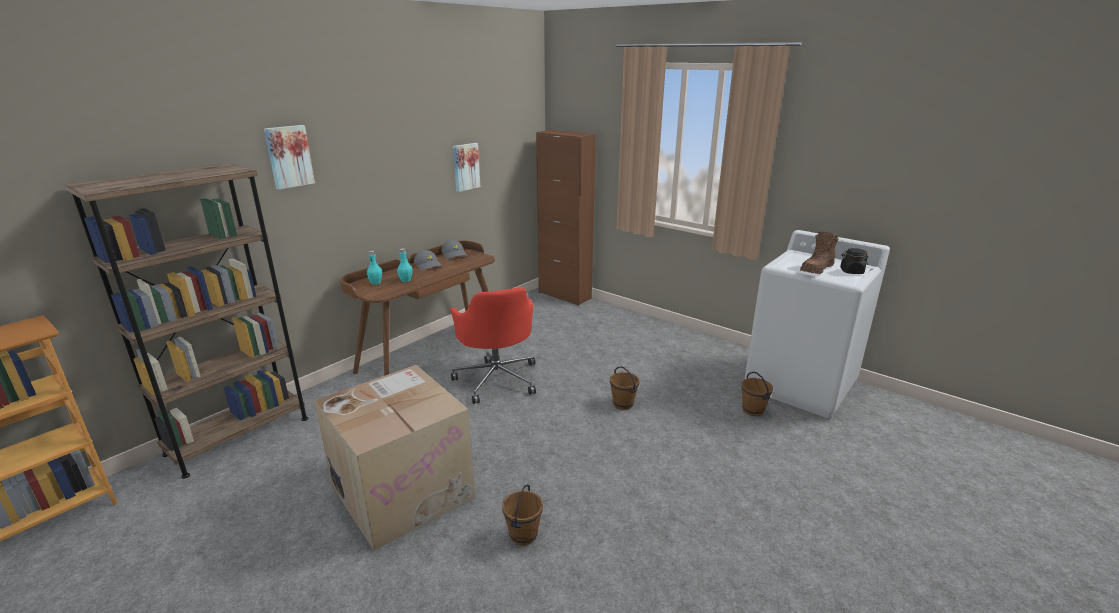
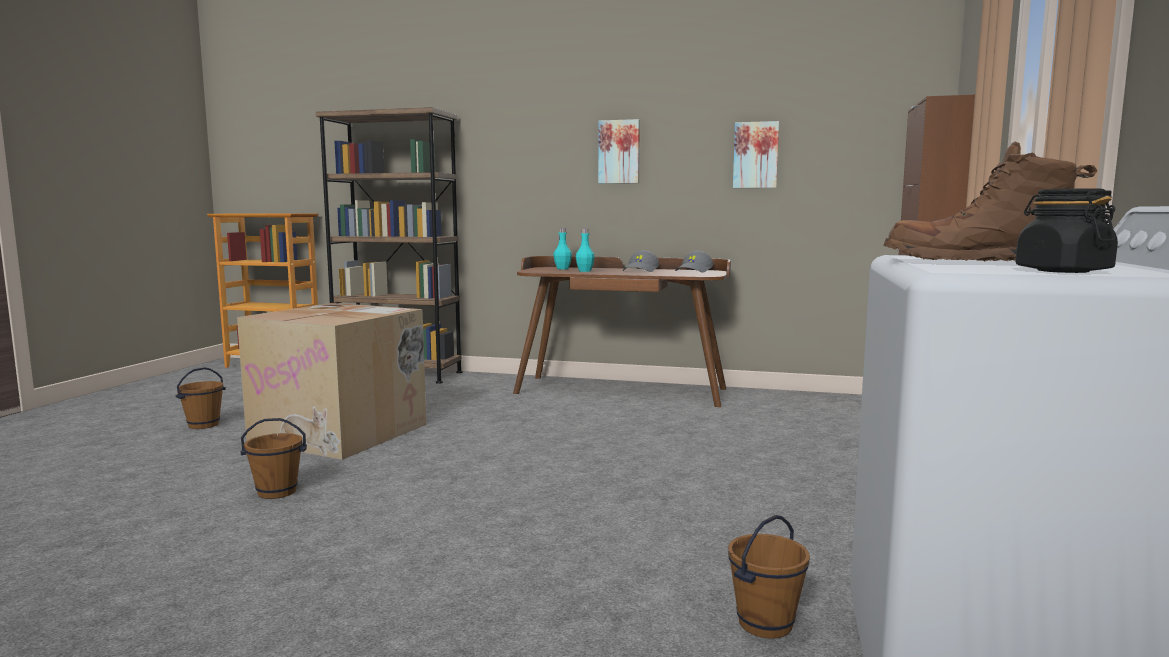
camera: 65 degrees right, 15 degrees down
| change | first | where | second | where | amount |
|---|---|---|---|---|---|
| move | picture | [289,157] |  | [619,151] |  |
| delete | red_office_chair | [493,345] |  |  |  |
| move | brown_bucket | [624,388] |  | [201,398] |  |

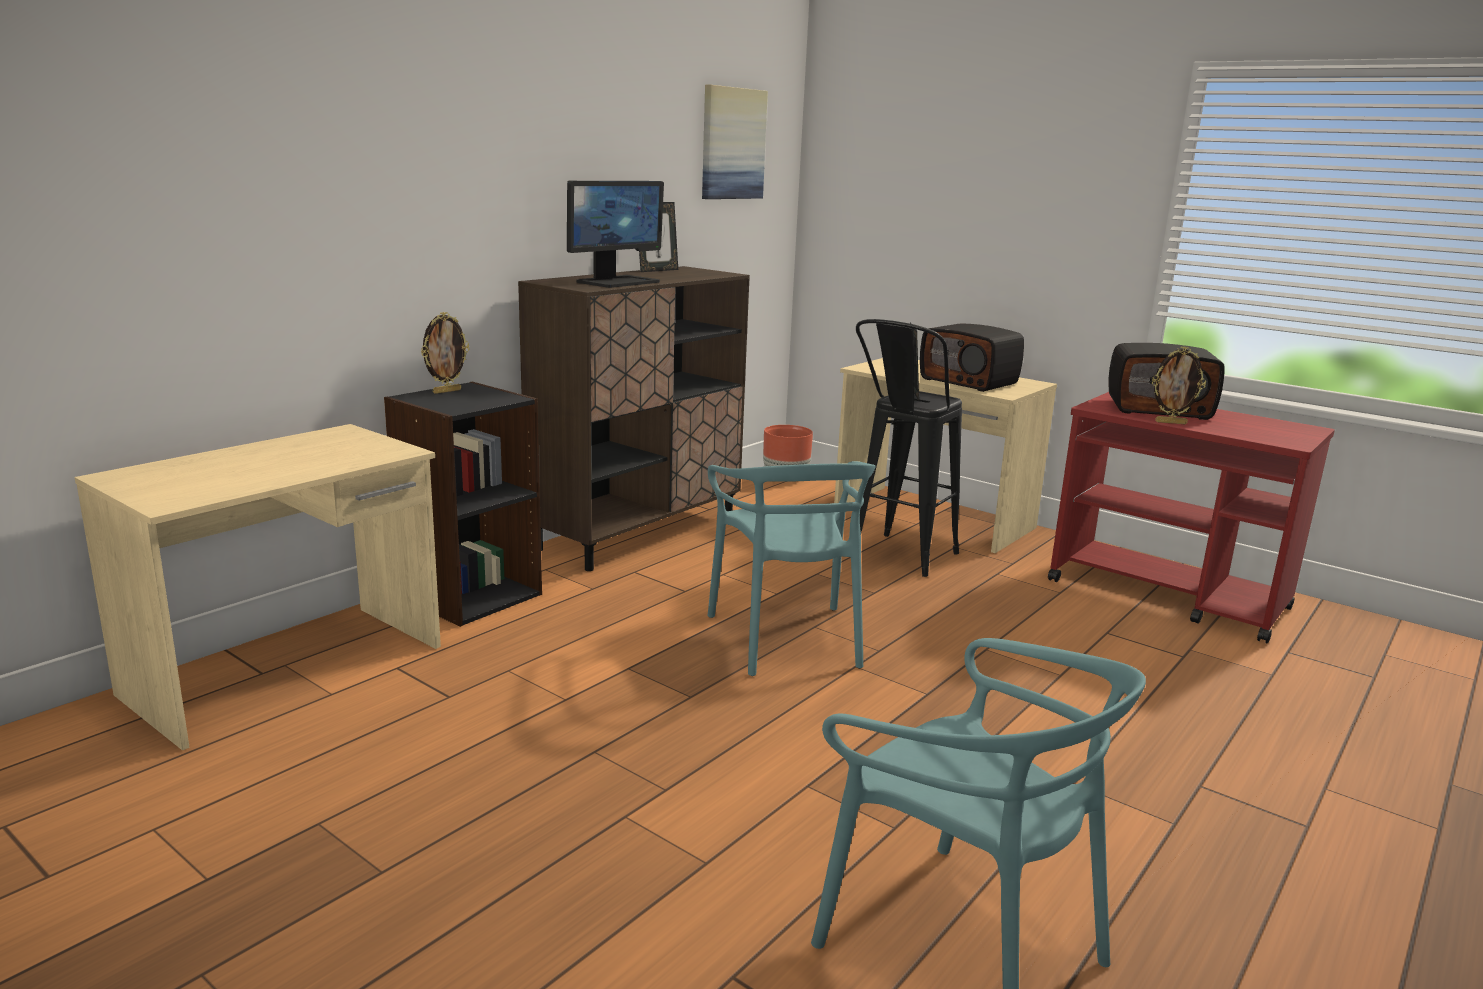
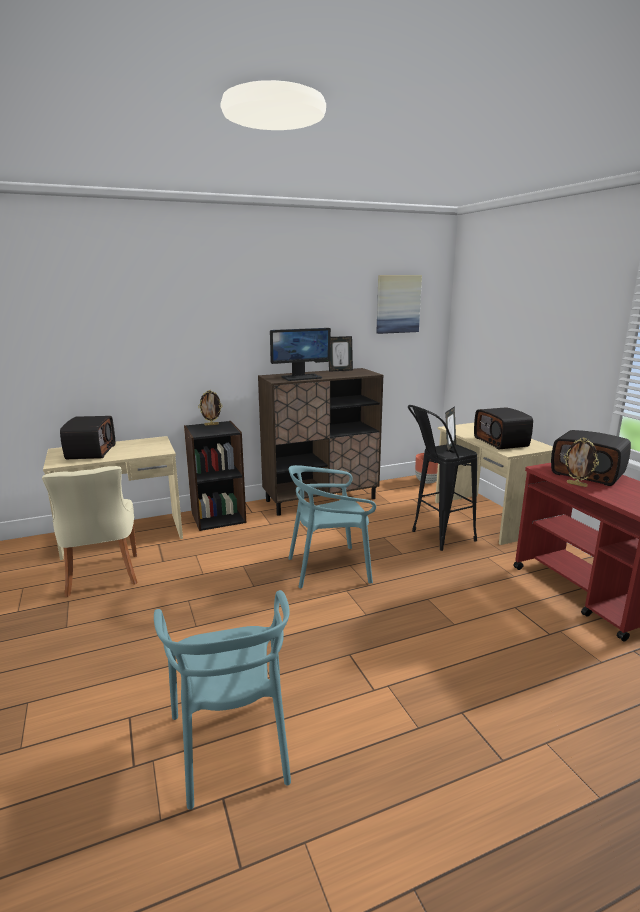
camera: 30 degrees right, 0 degrees up
| change | first | where | second | where | amount |
|---|---|---|---|---|---|
| rotate | turquoise_chair | [792,568] |  | [332,526] | 60 degrees clockwise |
| insert |  |  | radio | [87,437] |  |
| insert |  |  | beige_chair | [90,531] |  |

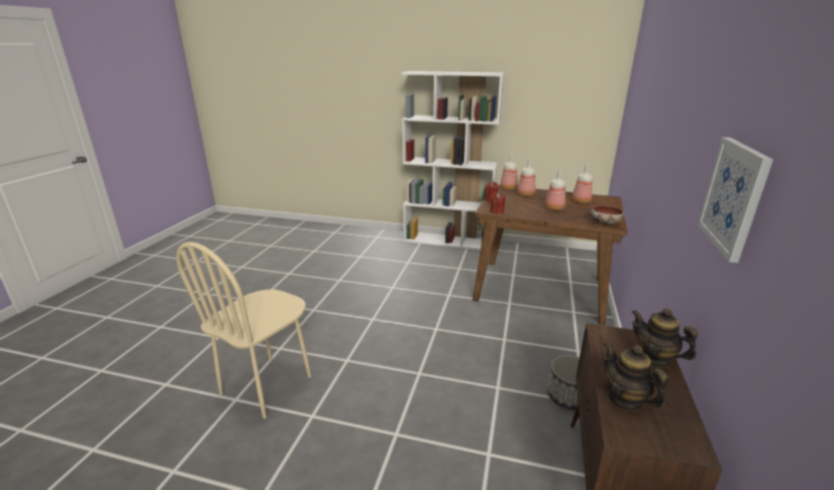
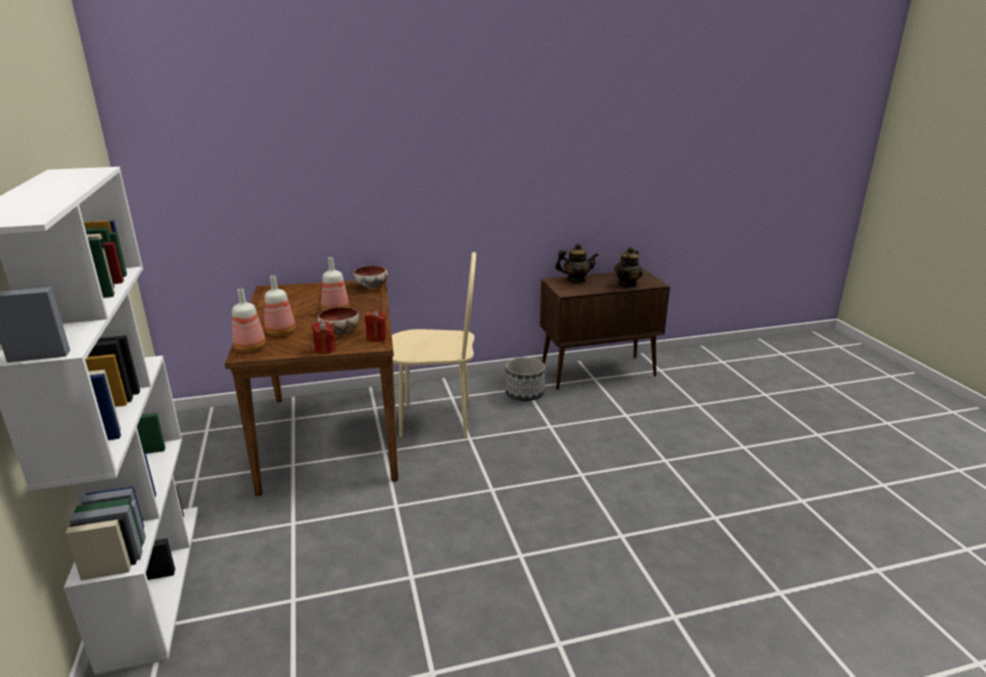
camera: 120 degrees left, 0 degrees up
| change | first | where | second | where | amount |
|---|---|---|---|---|---|
| delete | picture | [735,200] |  |  |  |
| delete | bottle | [582,184] |  |  |  |
| move | beige_chair | [243,330] |  | [434,345] |  |
| rotate | teapot | [665,338] |  | [577,262] | 105 degrees counterclockwise |
| insert |  |  | bowl | [338,321] |  |

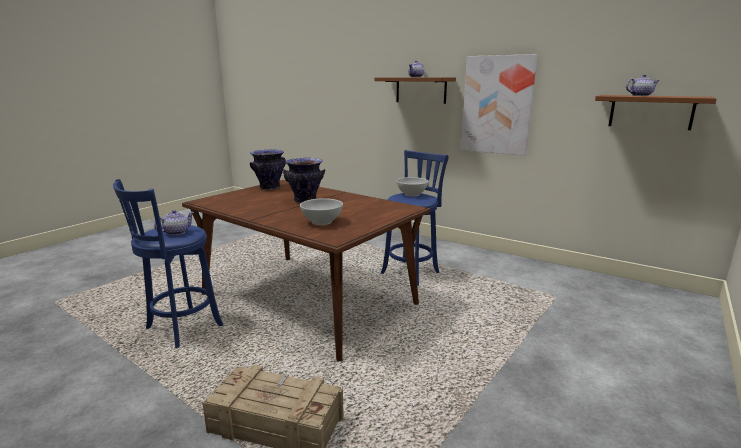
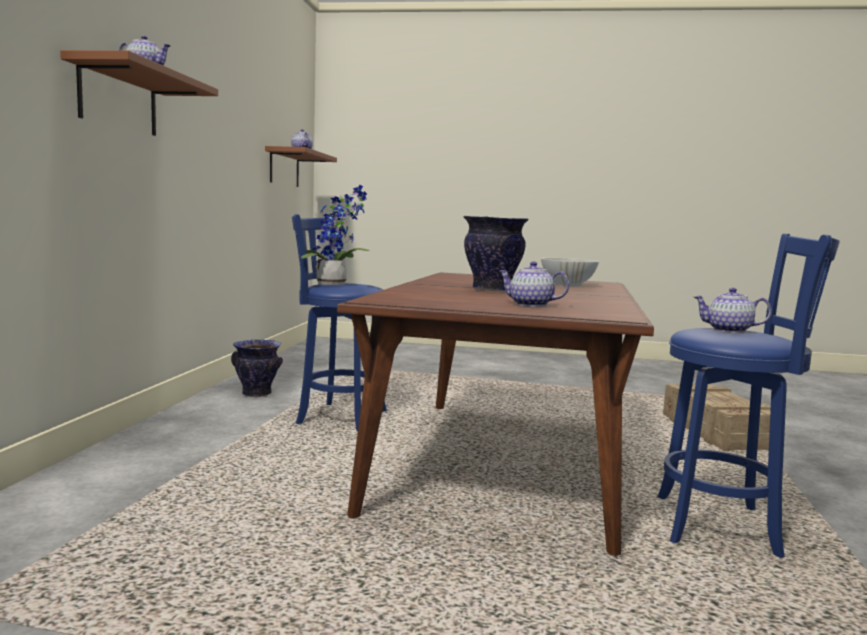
camera: 115 degrees left, 10 degrees down
| change | first | where | second | where | amount |
|---|---|---|---|---|---|
| delete | picture | [499,105] |  |  |  |
| move | vase | [268,170] |  | [257,368] |  |
| replace | white_bowl | [412,187] | potted_plant | [335,235] |  |
| insert |  |  | teapot | [534,284] |  |

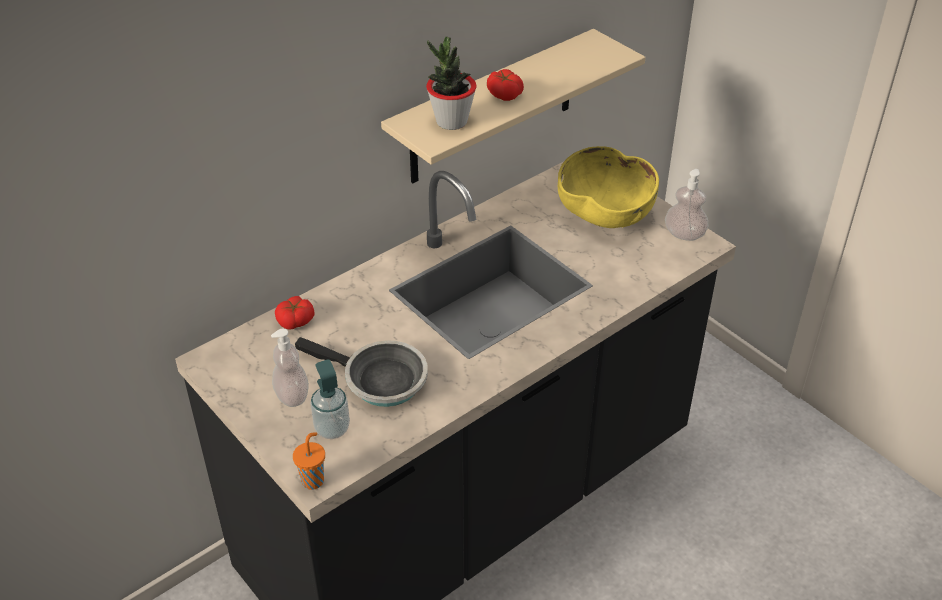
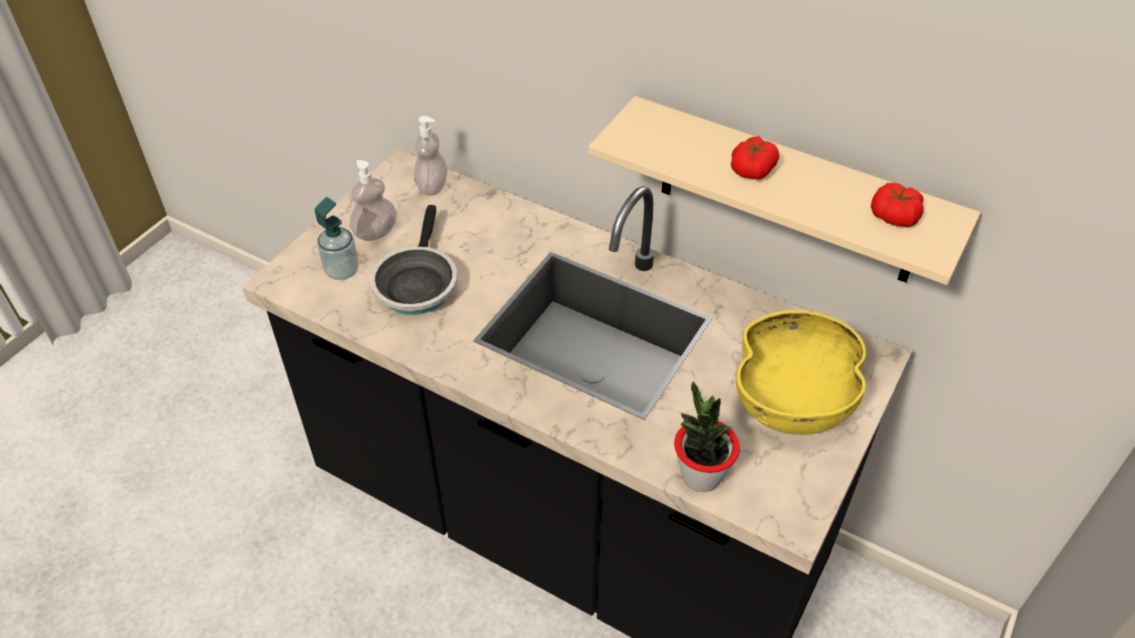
camera: 70 degrees right, 5 degrees up
| change | first | where | second | where | amount |
|---|---|---|---|---|---|
| move | potted_plant | [451,83] |  | [707,436] |  |
| move | soap_dispenser | [687,205] |  | [431,156] |  |
| move | tomato | [294,312] |  | [897,205] |  |
| delete | orange_cup | [309,461] |  |  |  |

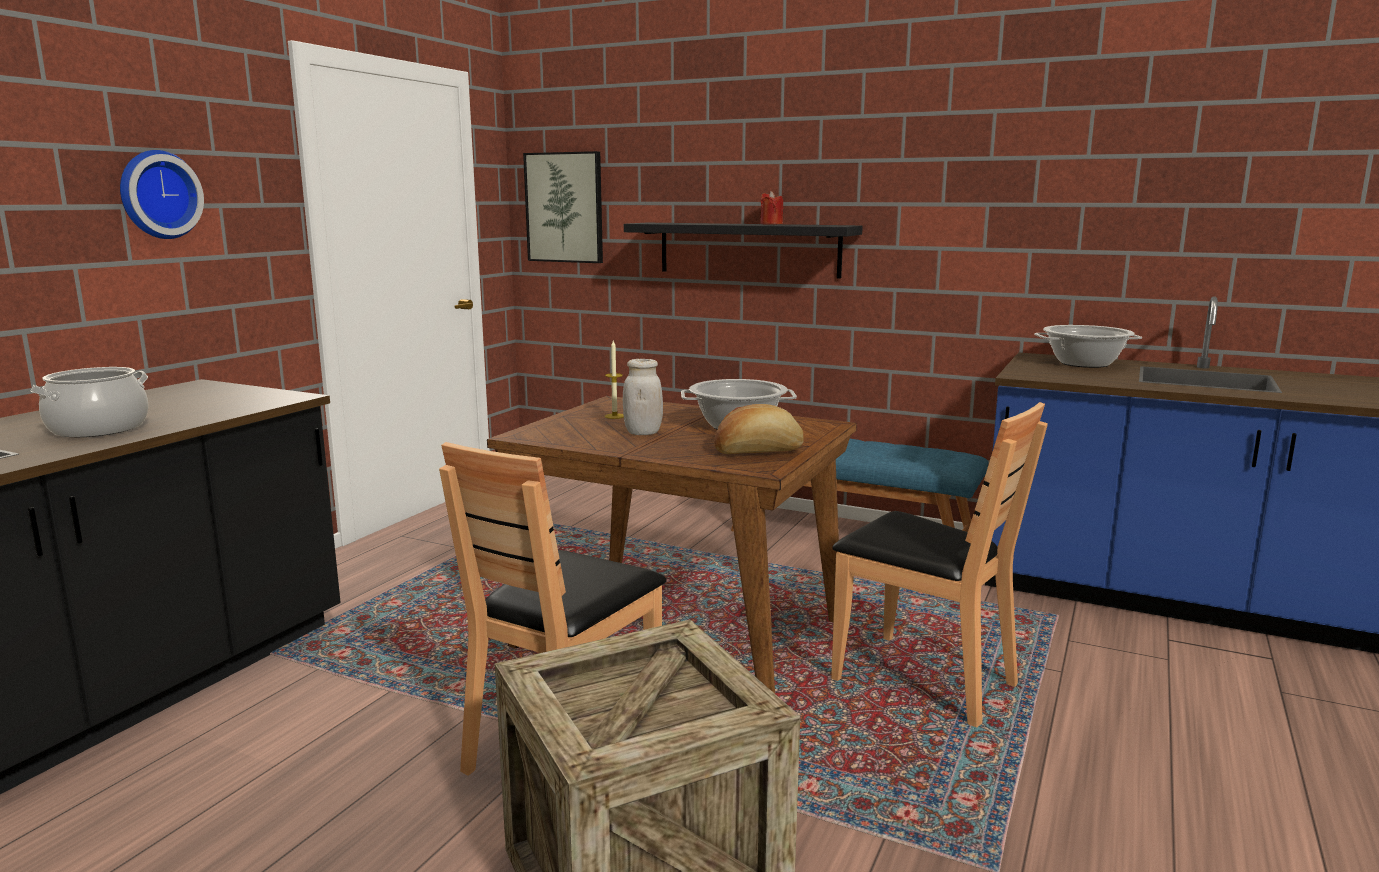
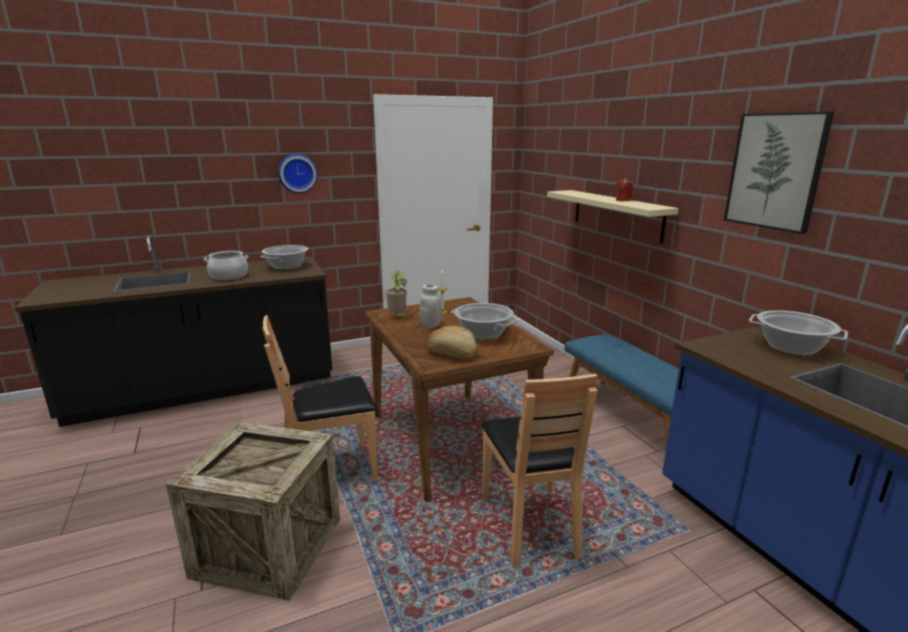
camera: 40 degrees right, 5 degrees up
| change | first | where | second | where | amount |
|---|---|---|---|---|---|
| move | picture | [563,207] |  | [779,173] |  |
| recolor | black_shelf | [743,250] | beige_shelf | [613,217] |  |
| insert |  |  | cooking_pot | [284,257] |  |
| insert |  |  | potted_plant | [396,294] |  |

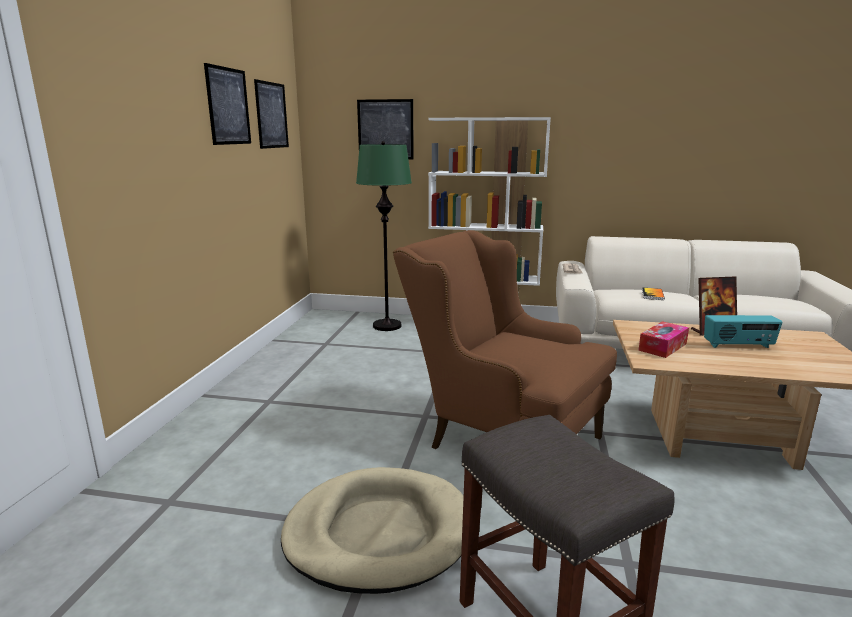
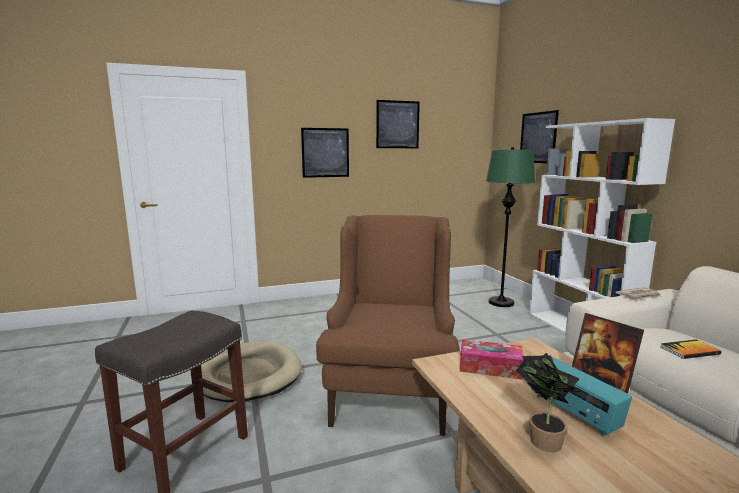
camera: 60 degrees right, 5 degrees down
| change | first | where | second | where | amount |
|---|---|---|---|---|---|
| move | picture | [271,114] |  | [325,153] |  |
| insert |  |  | potted_plant | [548,402] |  |

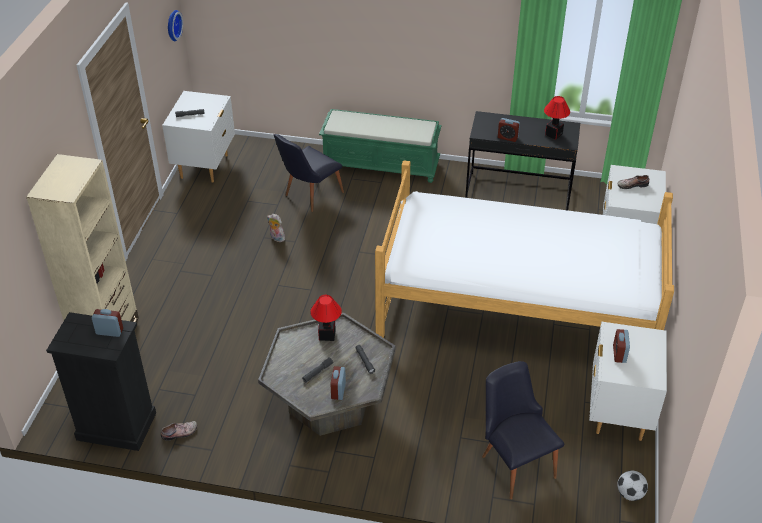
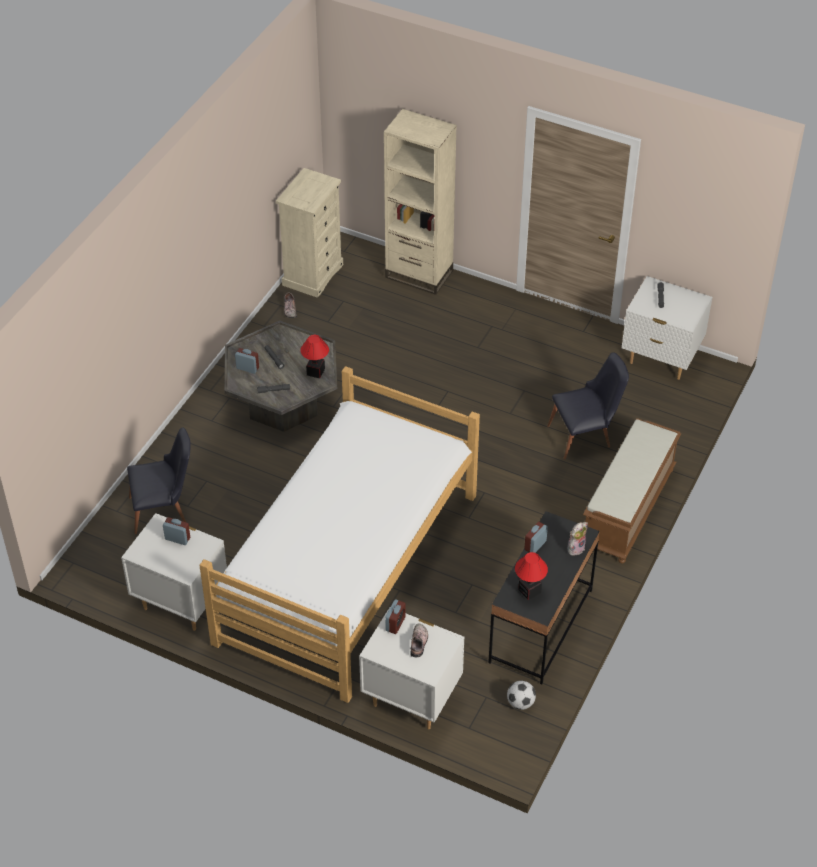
camera: 105 degrees right, 5 degrees up
| change | first | where | second | where | amount |
|---|---|---|---|---|---|
| delete | wall_clock | [175,25] |  |  |  |
| recolor | green_bench | [380,146] | brown_bench | [632,490] |  |
| rotate | black_chair | [309,173] |  | [588,405] | 105 degrees clockwise |
| move | plush_toy | [276,228] |  | [578,539] |  |
| move | alarm_clock | [107,323] |  | [395,616] |  |
| recolor | black_dresser | [101,381] | beige_dresser | [309,233] |  |
| move | football | [632,486] |  | [521,695] |  |

